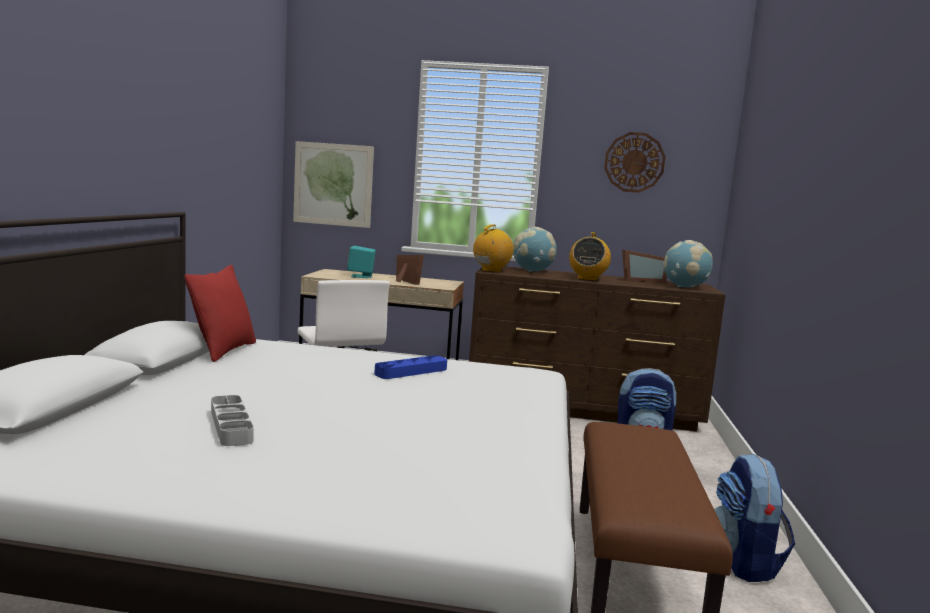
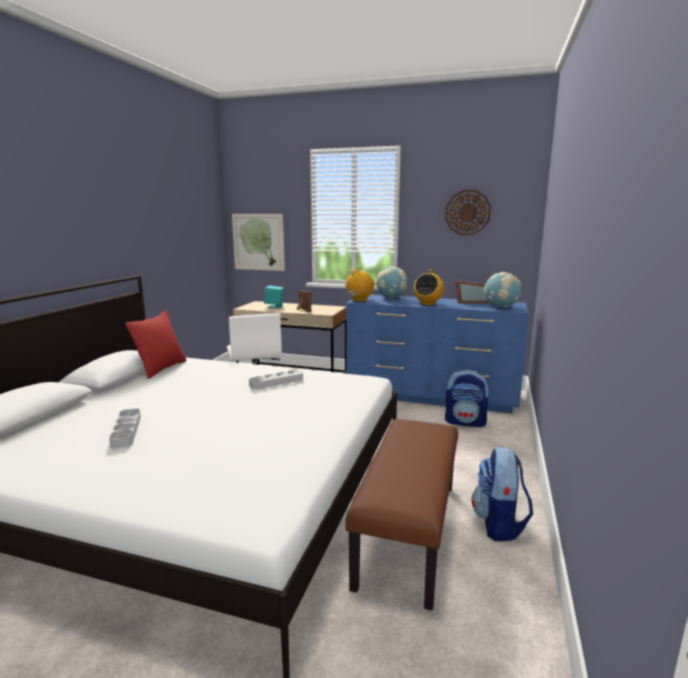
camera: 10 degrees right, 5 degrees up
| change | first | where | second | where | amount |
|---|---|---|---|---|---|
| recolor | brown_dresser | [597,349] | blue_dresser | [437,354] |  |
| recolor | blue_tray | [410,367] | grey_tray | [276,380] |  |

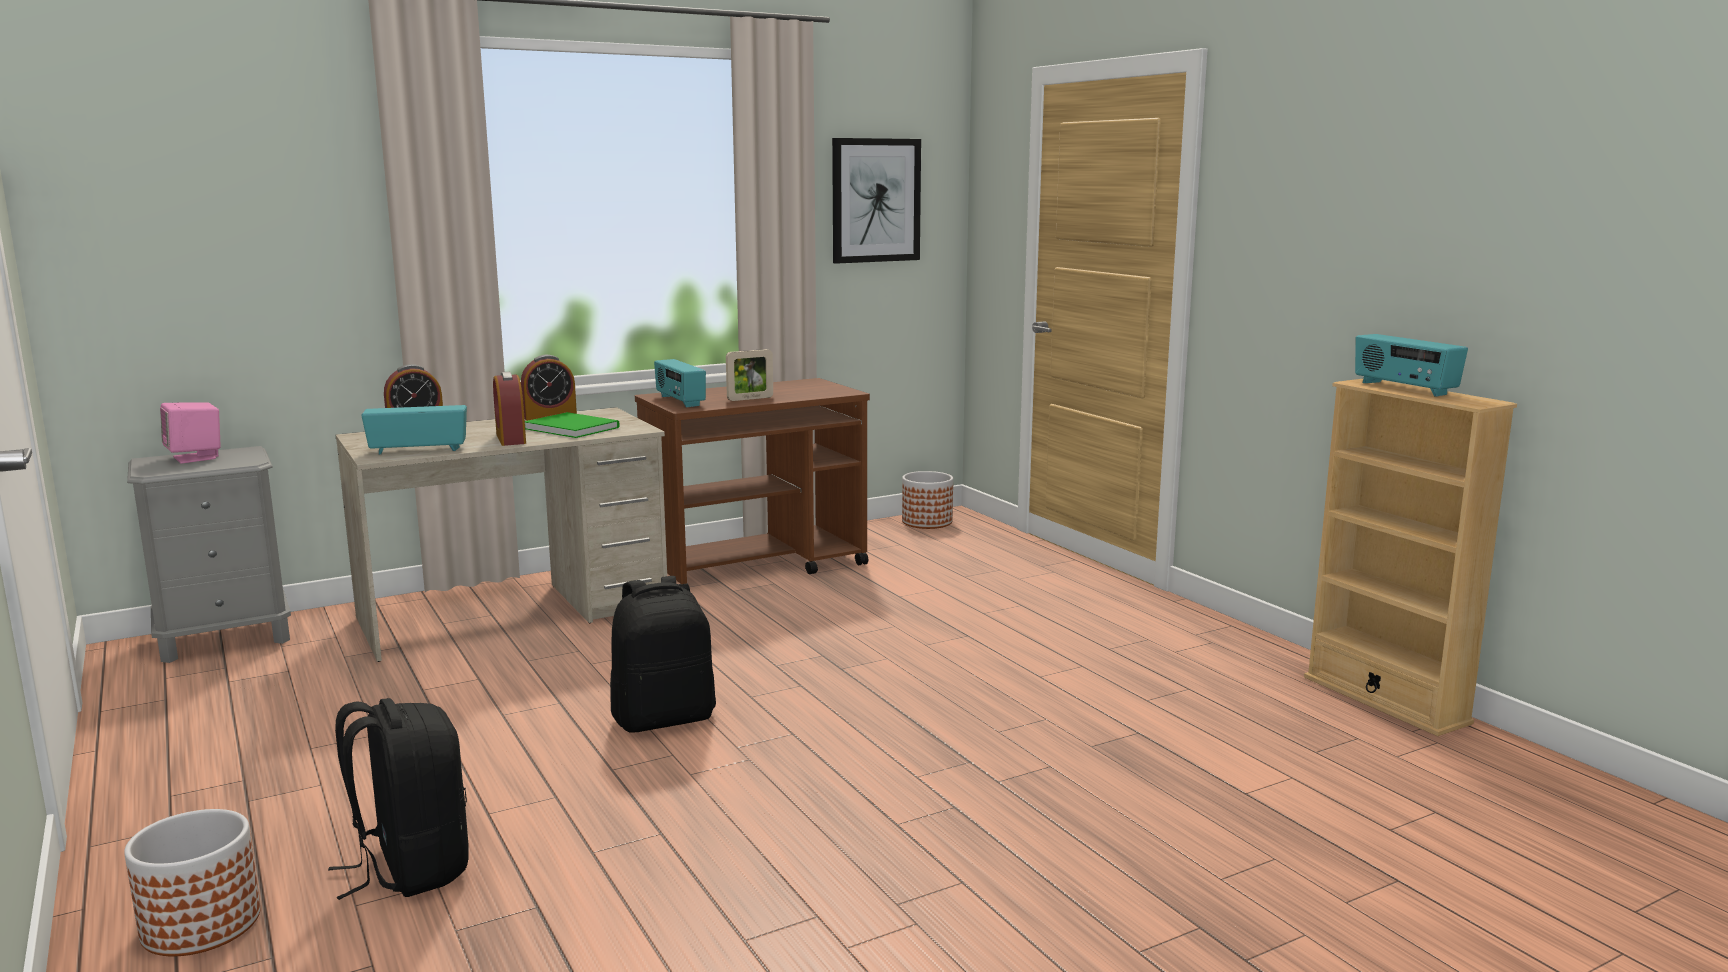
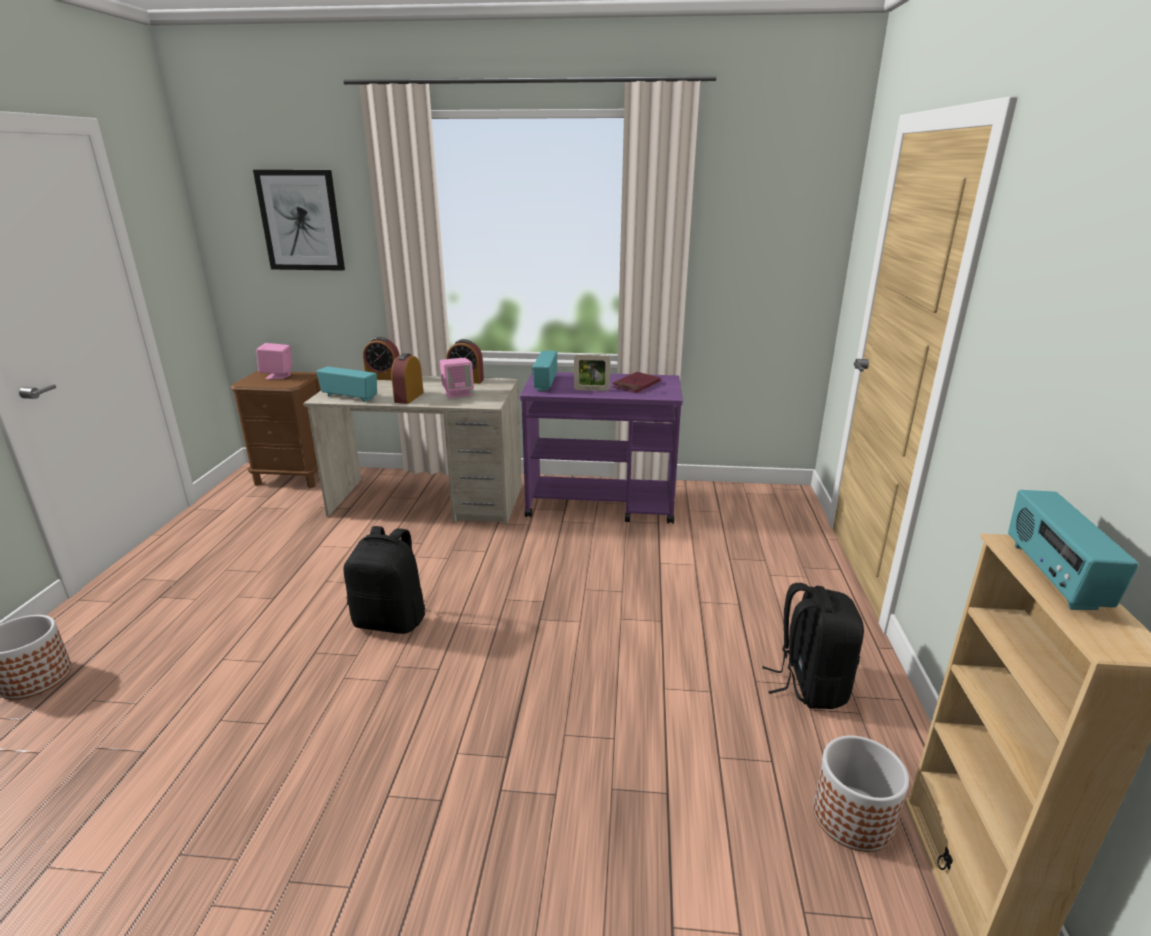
camera: 35 degrees right, 10 degrees up
| change | first | where | second | where | amount |
|---|---|---|---|---|---|
| move | picture | [876,201] |  | [299,220] |  |
| recolor | brown_cart | [752,484] | purple_cart | [601,448] |  |
| replace | green_book | [572,425] | pink_speaker | [457,378] |  |
| recolor | grey_nightstand | [209,554] | brown_nightstand | [275,429] |  |
| move | planter | [927,500] |  | [861,794] |  |
| move | black_backpack | [398,799] |  | [813,646] |  |
| insert |  |  | red_book | [636,382] |  |

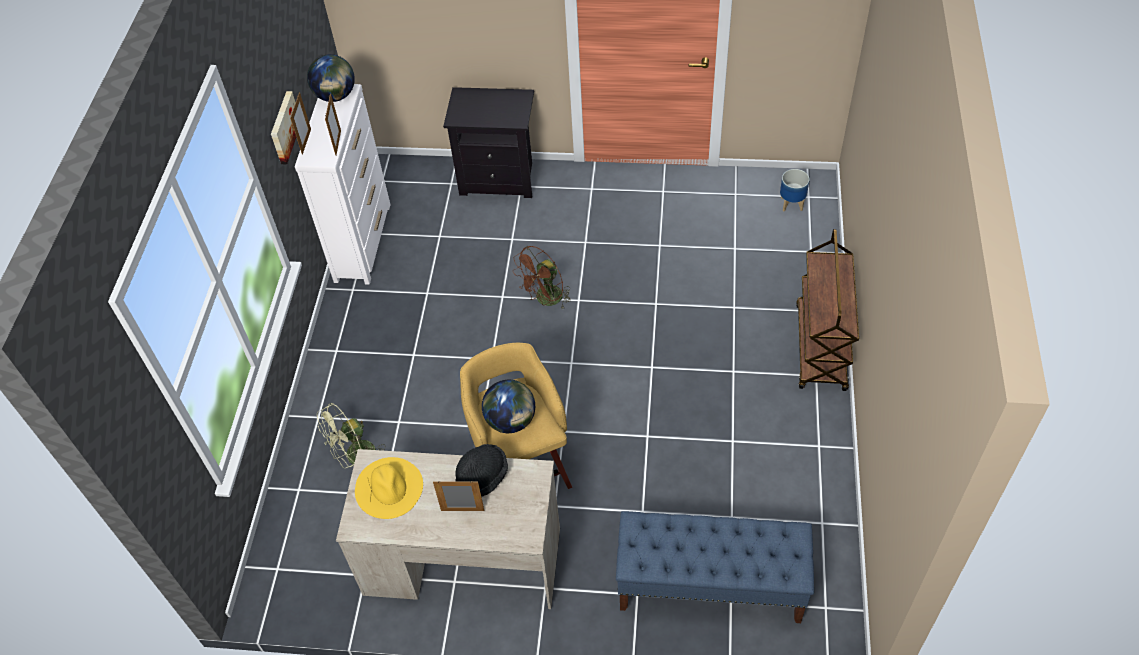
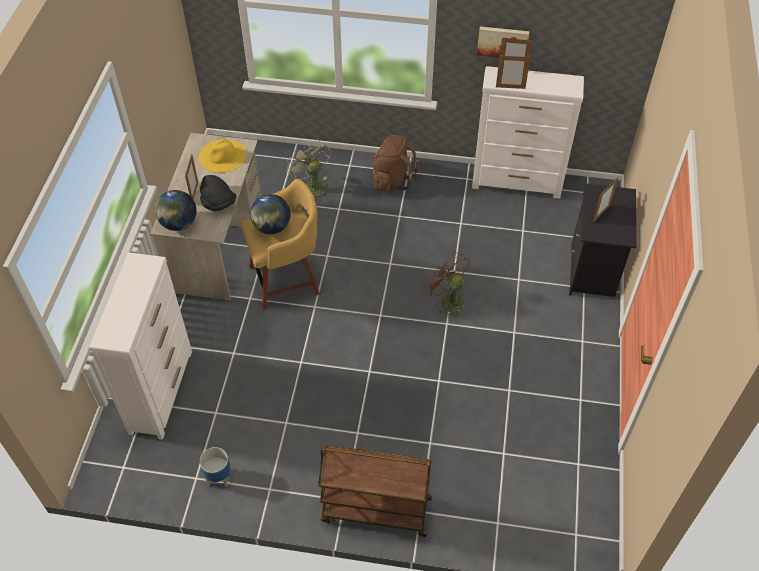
camera: 90 degrees right, 0 degrees up
| change | first | where | second | where | amount |
|---|---|---|---|---|---|
| move | globe | [331,78] |  | [176,210] |  |
| move | planter | [795,190] |  | [215,467] |  |
| replace | blue_bench | [715,567] | white_dresser | [140,346] |  |
| insert |  |  | brown_backpack | [395,163] |  |
| insert |  |  | picture_frame | [605,200] |  |

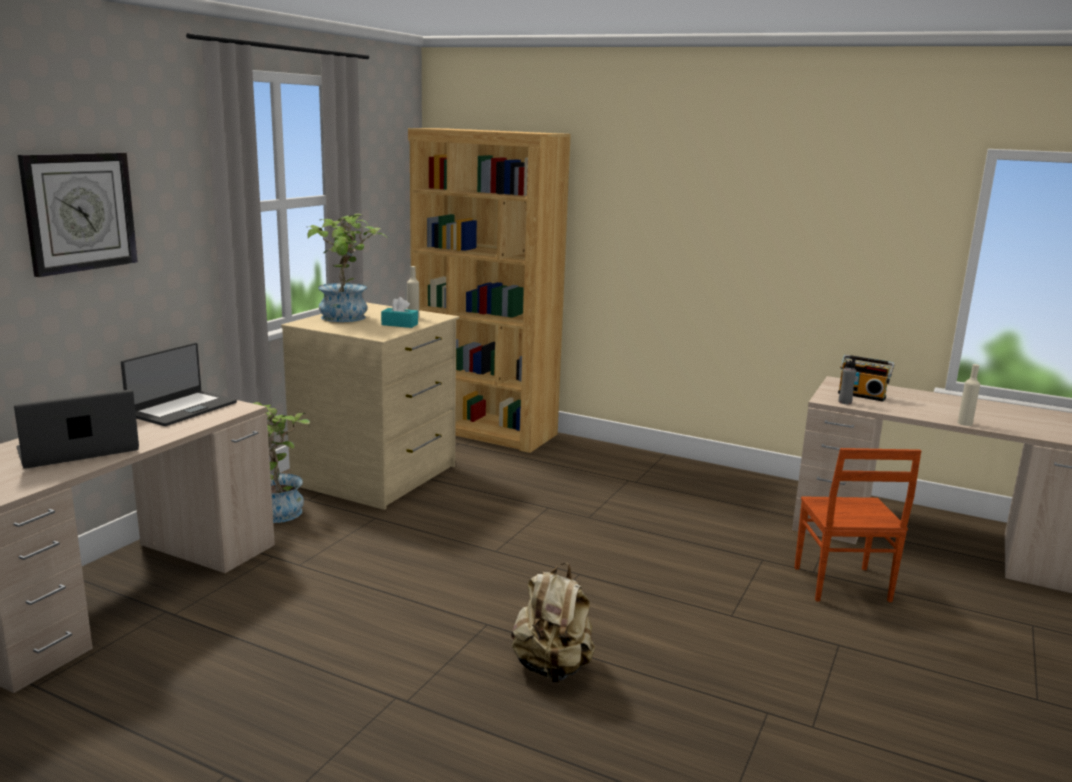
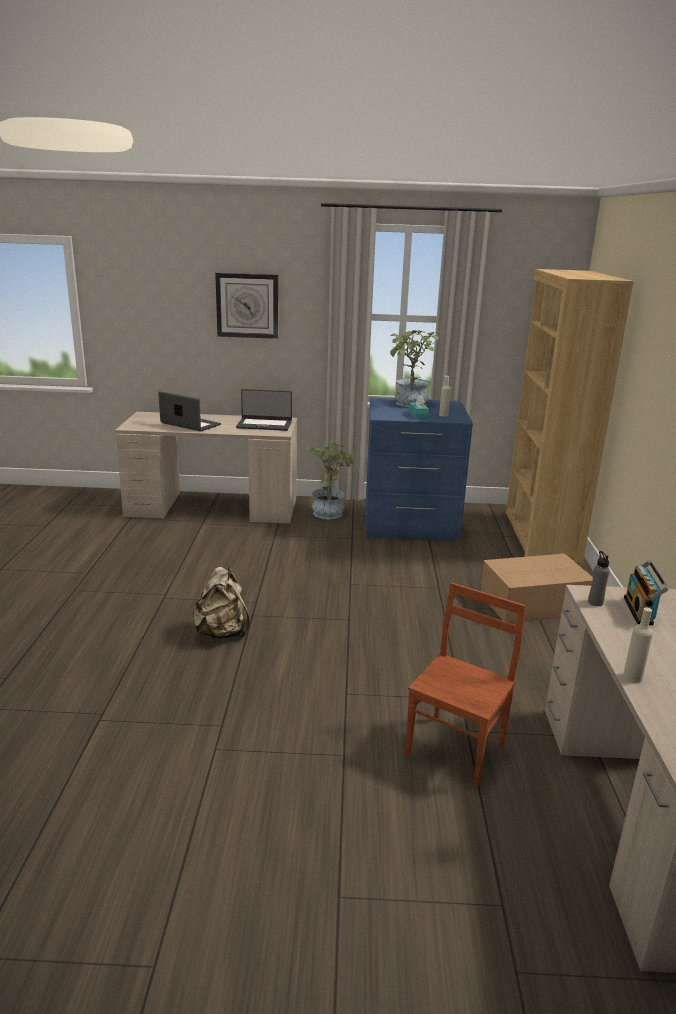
camera: 65 degrees right, 5 degrees up
| change | first | where | second | where | amount |
|---|---|---|---|---|---|
| recolor | beige_dresser | [370,406] | blue_dresser | [419,470] |  |
| rotate | brown_chair | [857,525] |  | [466,684] | 150 degrees clockwise |
| insert |  |  | cardboard_box | [536,588] |  |

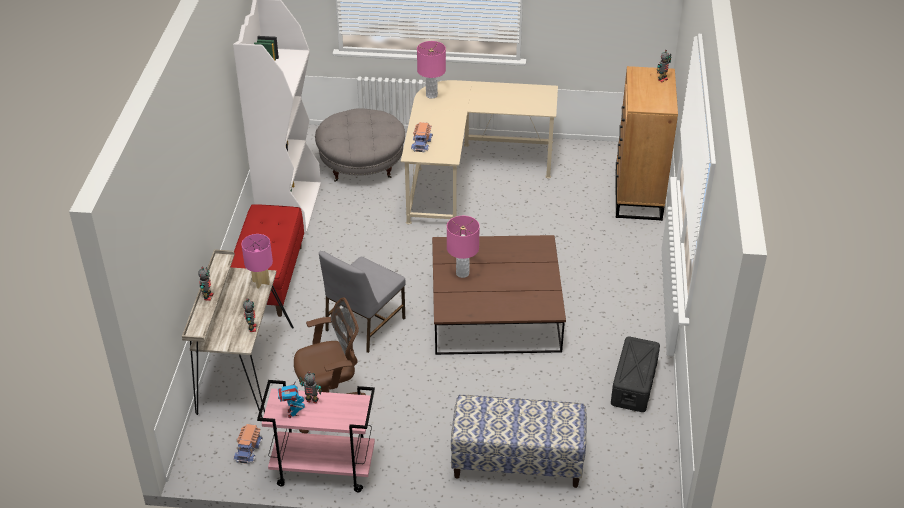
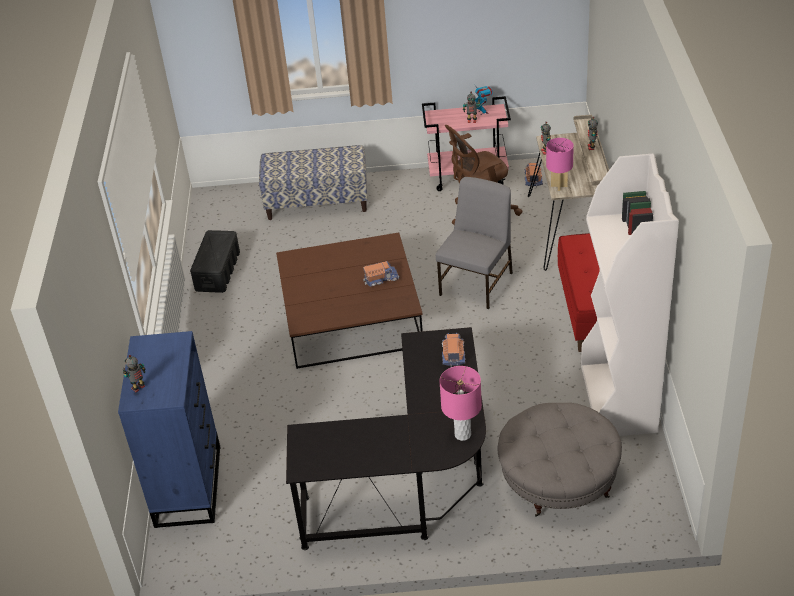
camera: 175 degrees right, 0 degrees up
| change | first | where | second | where | amount |
|---|---|---|---|---|---|
| recolor | brown_dresser | [646,143] | blue_dresser | [169,429] |  |
| recolor | beige_desk | [479,152] | black_desk | [386,438] |  |
| replace | pink_table_lamp | [463,247] | toy_truck | [381,274] |  |

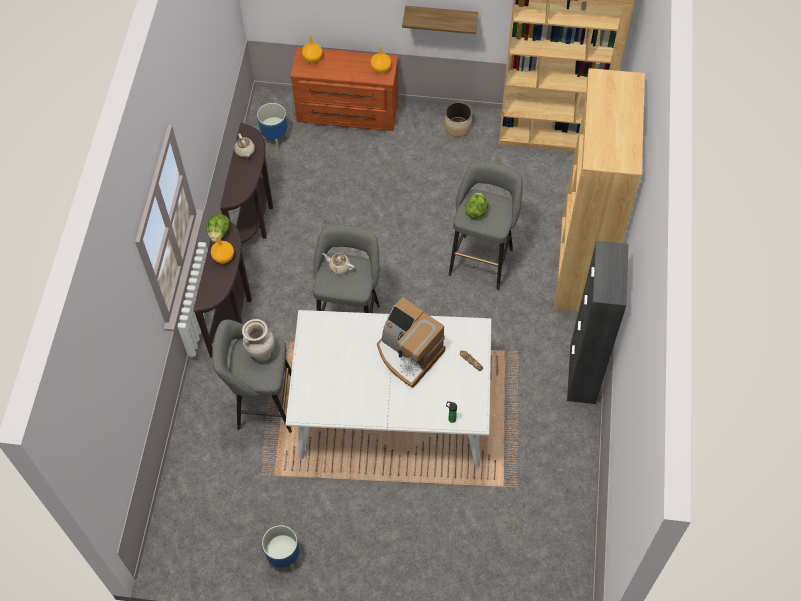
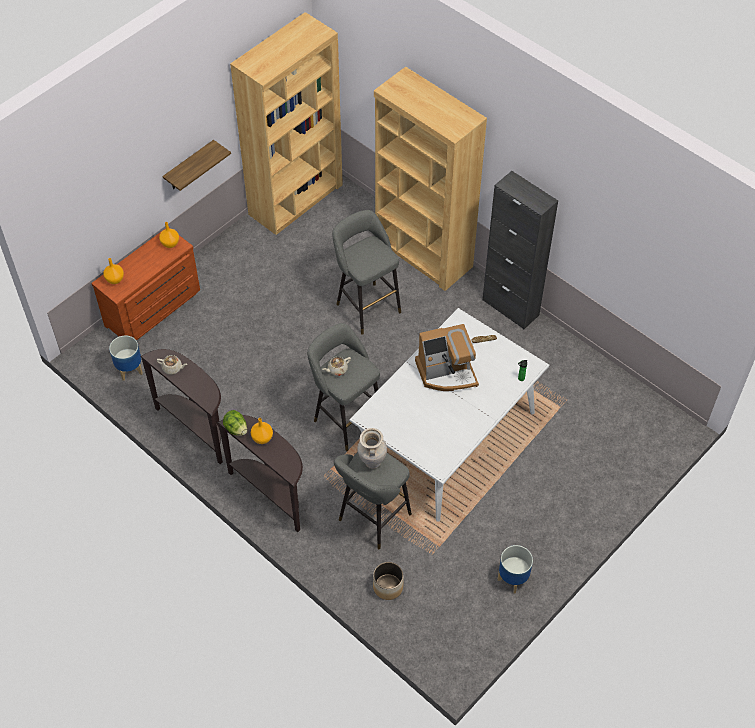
camera: 55 degrees left, 5 degrees down
| change | first | where | second | where | amount |
|---|---|---|---|---|---|
| move | planter | [458,119] |  | [388,581] |  |
| delete | lettuce | [476,206] |  |  |  |

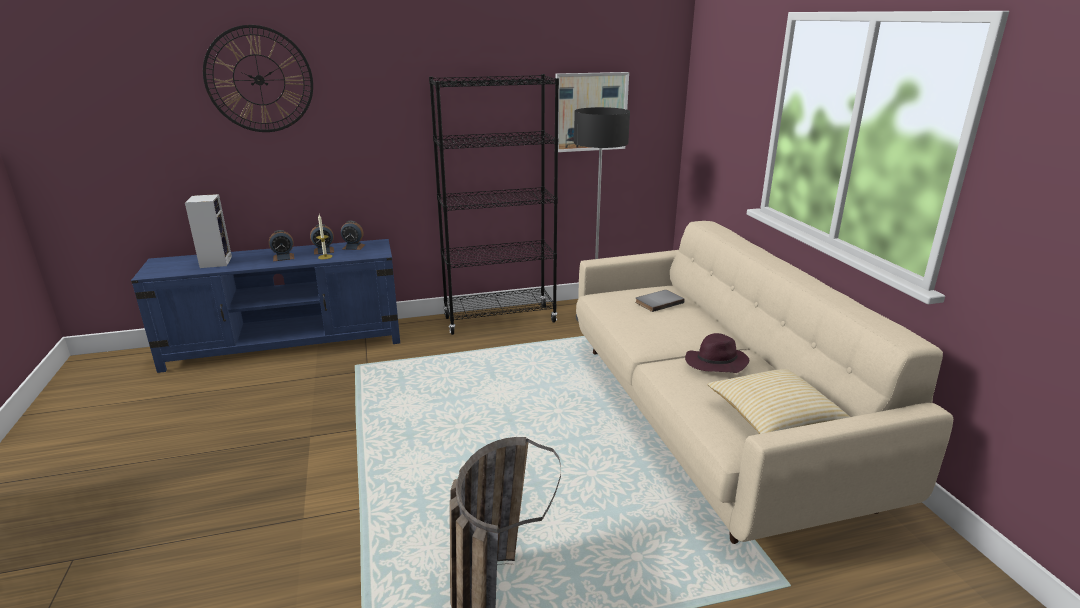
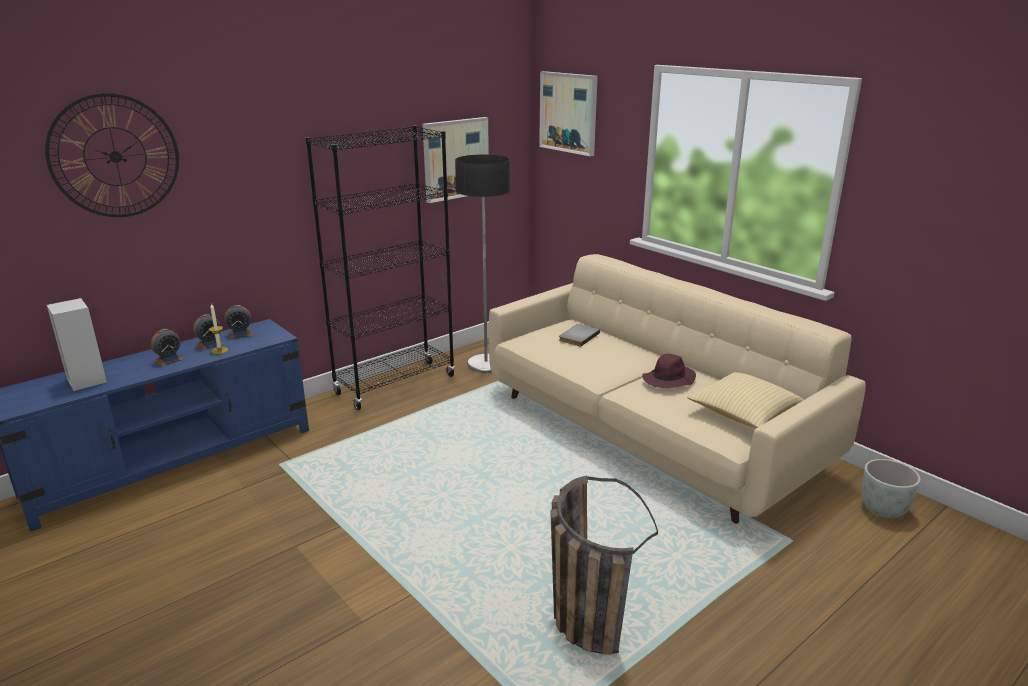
camera: 25 degrees left, 0 degrees up
| change | first | where | second | where | amount |
|---|---|---|---|---|---|
| insert |  |  | picture | [568,114] |  |
| insert |  |  | grey_planter | [891,488] |  |

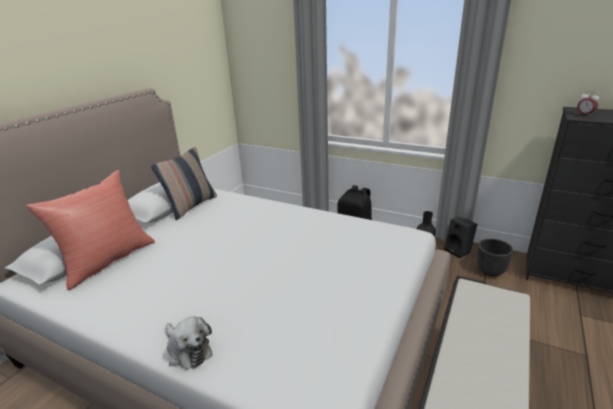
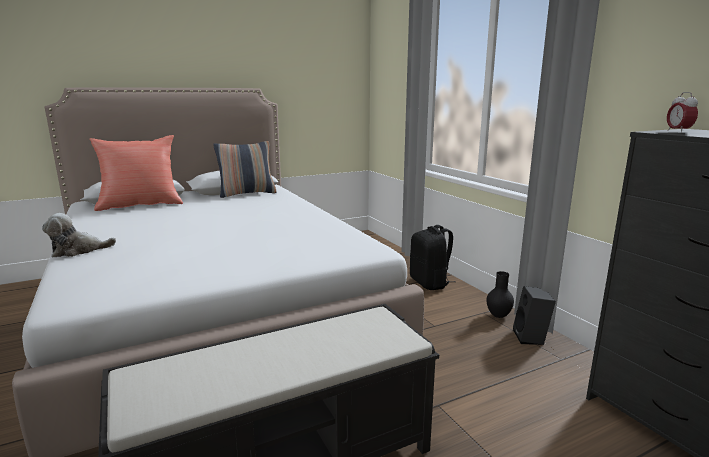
camera: 35 degrees right, 10 degrees down
| change | first | where | second | where | amount |
|---|---|---|---|---|---|
| delete | black_planter | [495,257] |  |  |  |
| rotate | plush_toy | [189,342] |  | [79,235] | 75 degrees clockwise |

